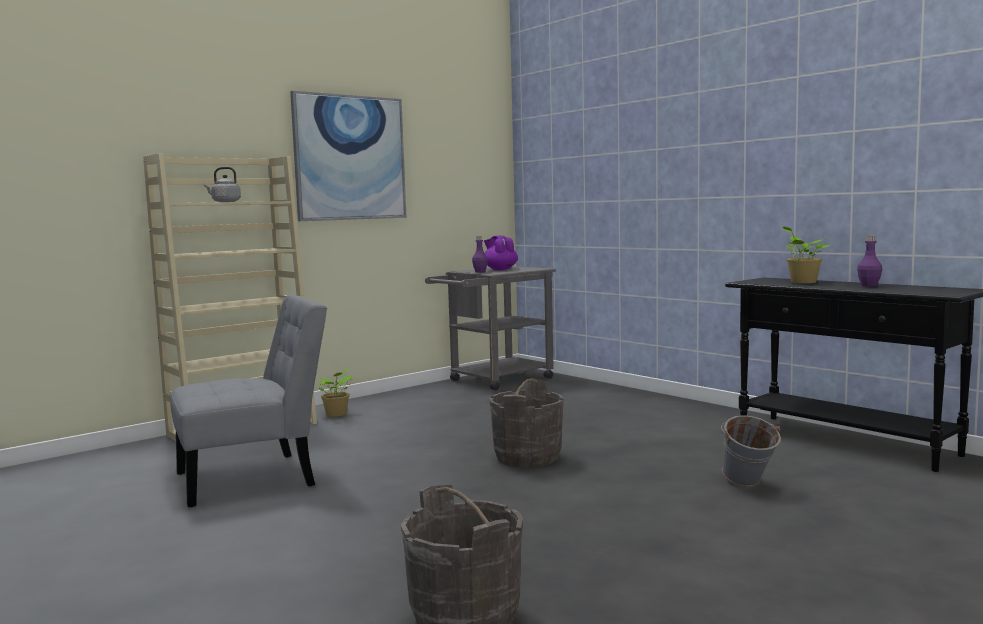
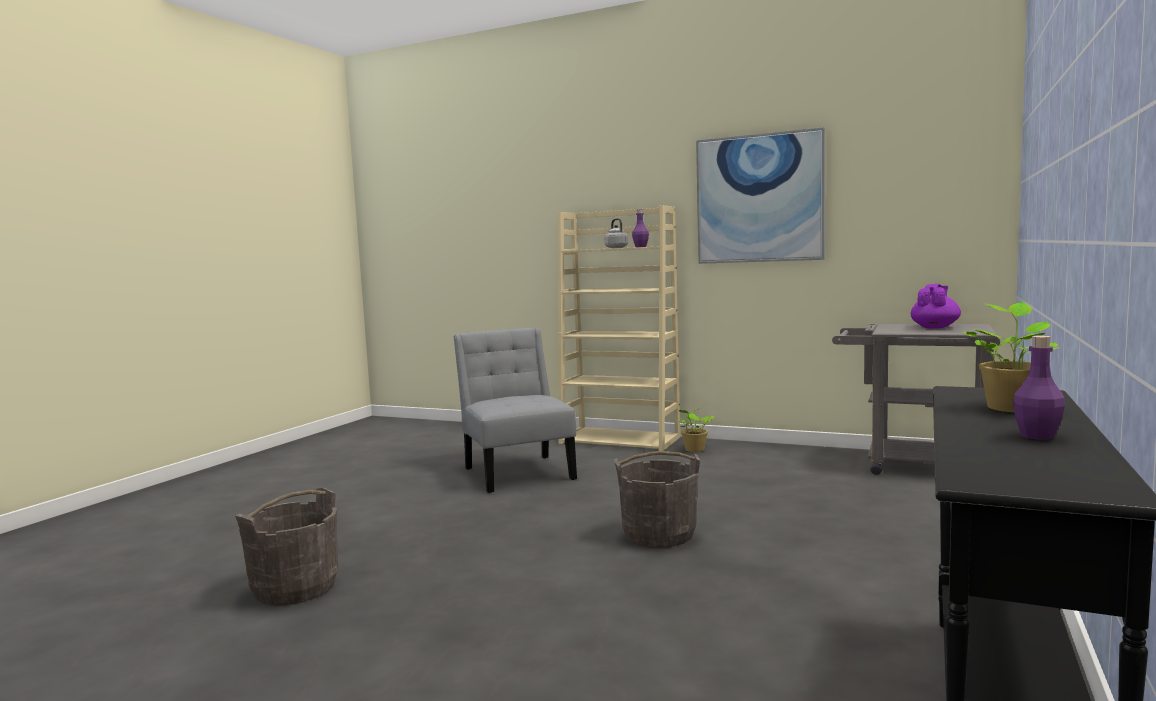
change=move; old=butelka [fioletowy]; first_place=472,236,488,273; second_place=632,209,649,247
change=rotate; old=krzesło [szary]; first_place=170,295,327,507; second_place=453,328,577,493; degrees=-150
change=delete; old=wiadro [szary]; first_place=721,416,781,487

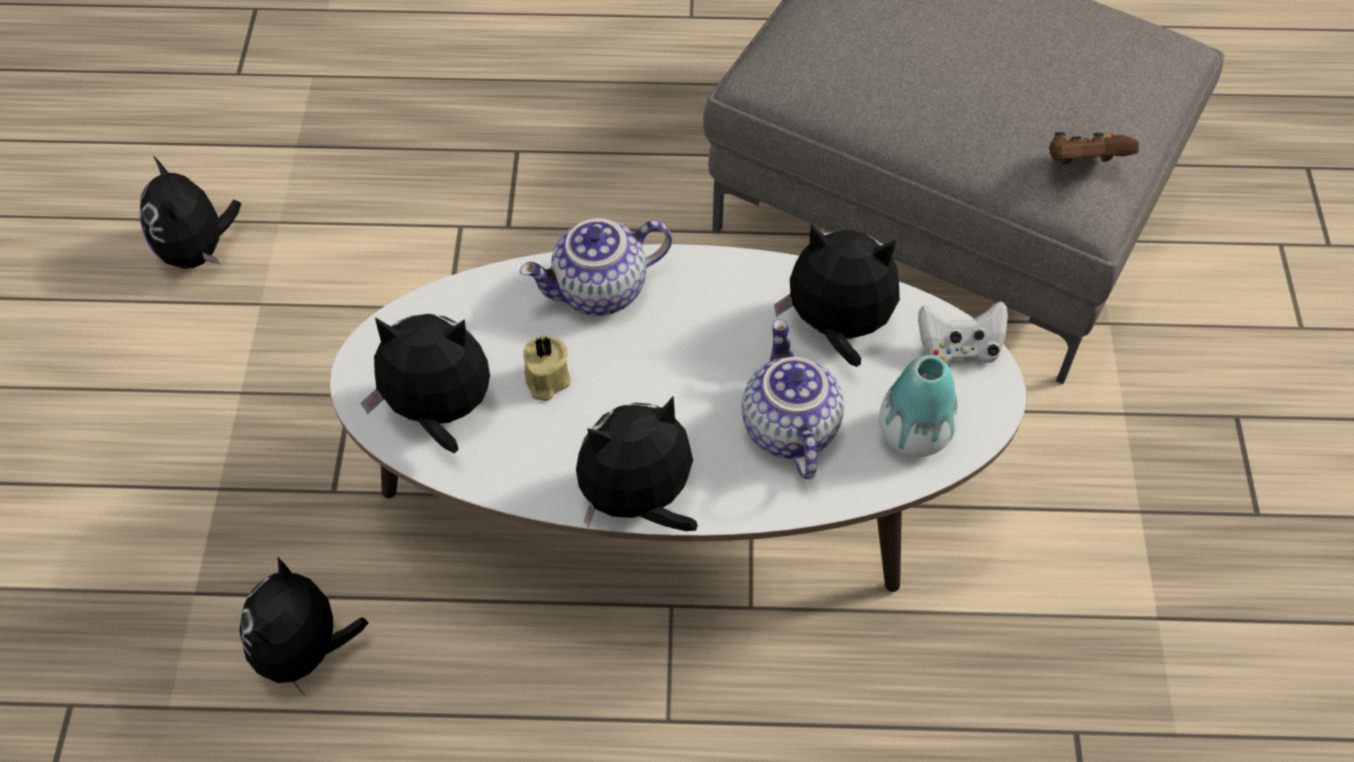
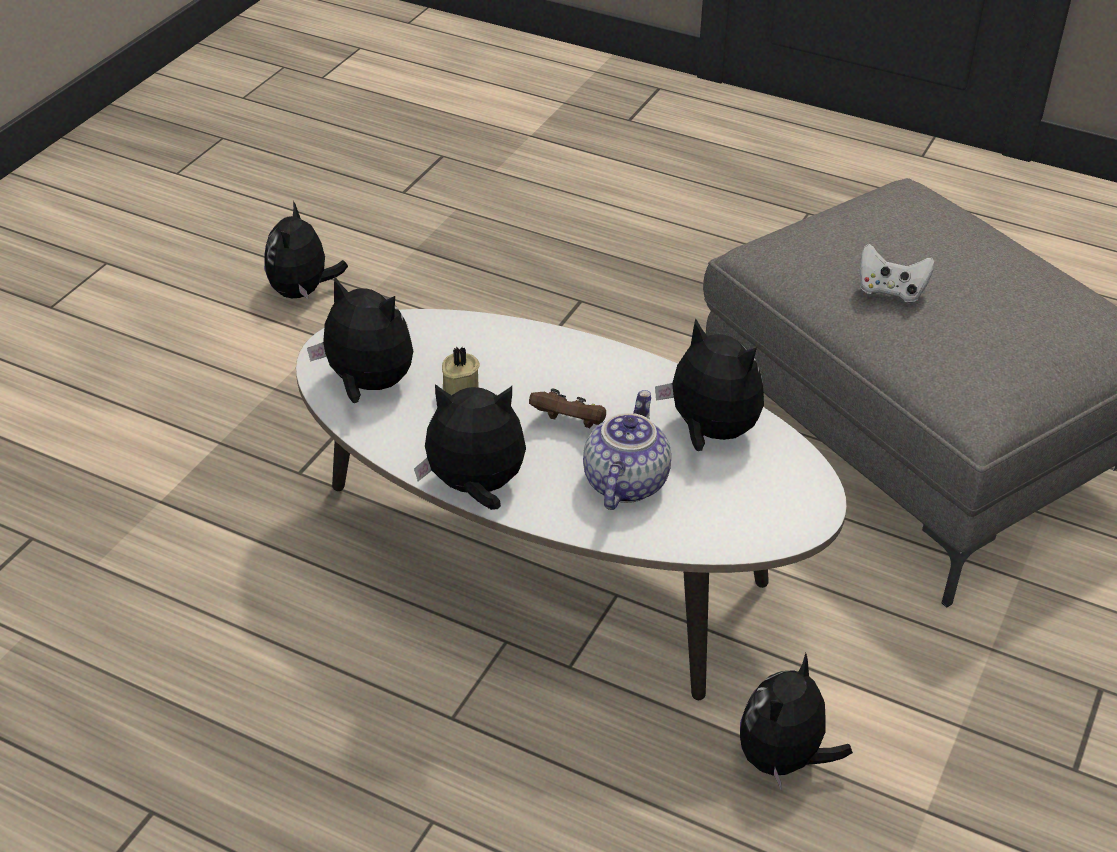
change=move; old=pad do gier [brązowy]; first_place=1049,132,1139,165; second_place=529,388,606,428
change=delete; old=imbryk; first_place=520,218,672,315
change=move; old=pad do gier [biały]; first_place=918,301,1008,363; second_place=860,244,934,303
change=delete; old=wazon; first_place=879,355,958,457
change=move; old=pluszak; first_place=239,557,368,696; second_place=740,653,853,791

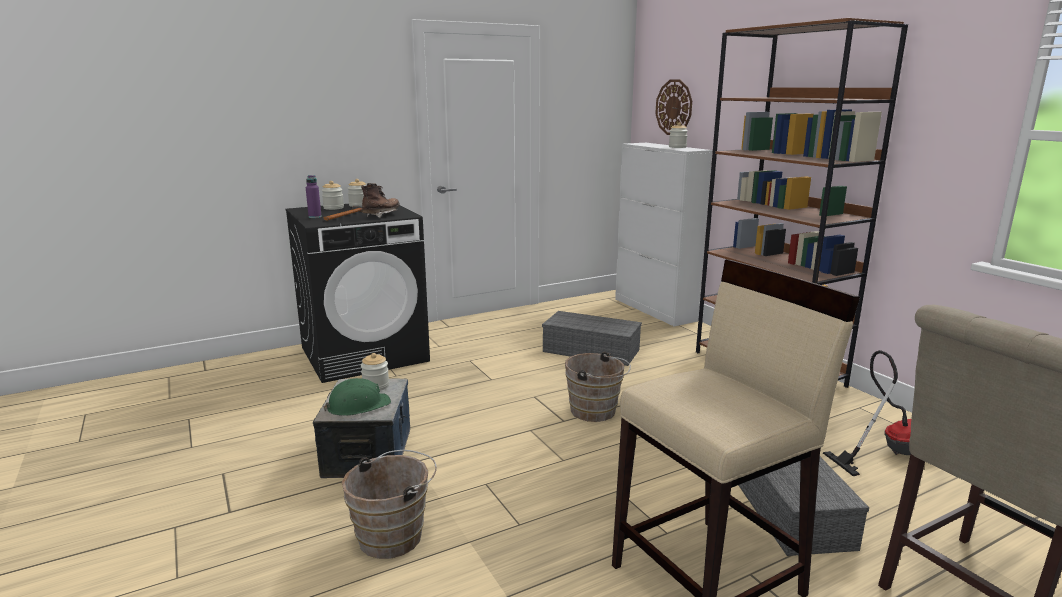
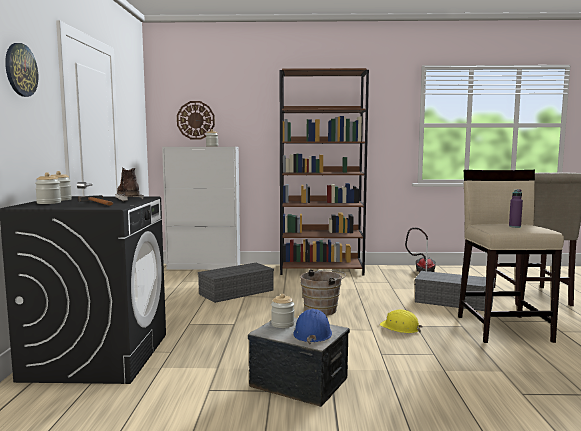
change=move; old=butelka [fioletowy]; first_place=306,175,322,218; second_place=509,189,523,228
change=recolor; old=kask [zielony]; new=kask [niebieski]; first_place=323,378,391,416; second_place=293,309,332,344
change=delete; old=wiadro [brązowy]; first_place=342,450,437,559
change=insert; new=zegar ścienny; second_place=5,43,38,97
change=insert; new=kask [żółty]; second_place=379,309,423,333

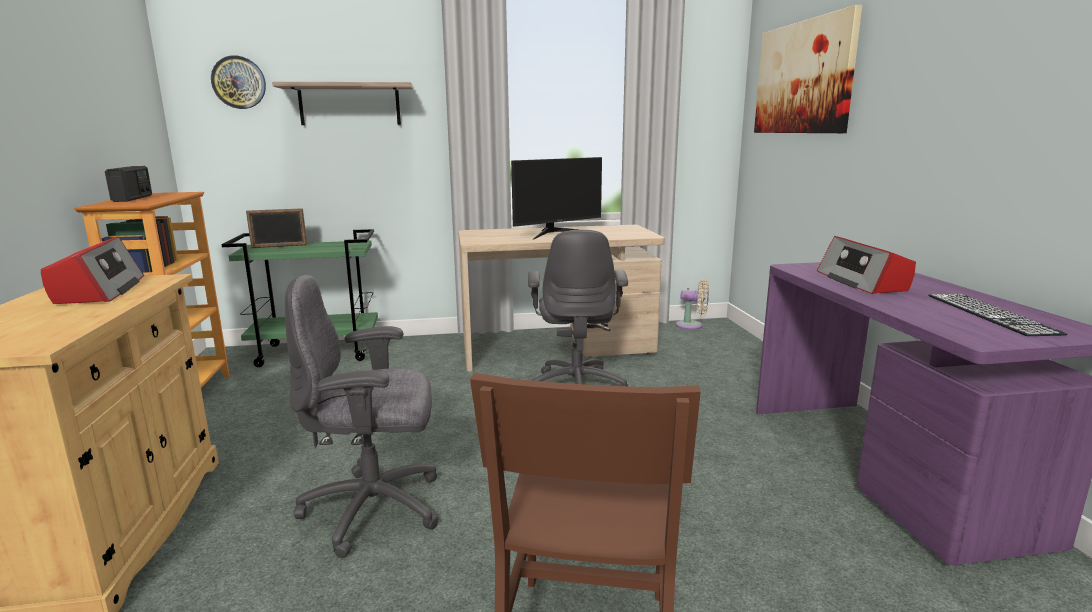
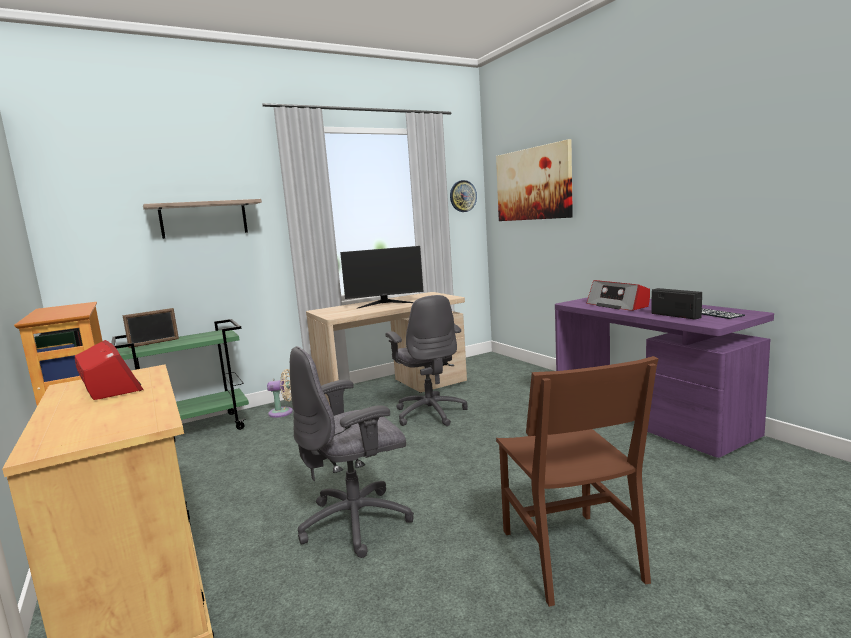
change=move; old=zegar ścienny; first_place=211,55,266,109; second_place=450,180,477,212
change=rotate; old=monitor; first_place=511,157,602,240; second_place=340,246,424,309; degrees=45
change=move; old=radio; first_place=105,166,152,202; second_place=651,288,702,320
change=move; old=wentylator [beżowy]; first_place=676,279,709,330; second_place=267,369,293,418

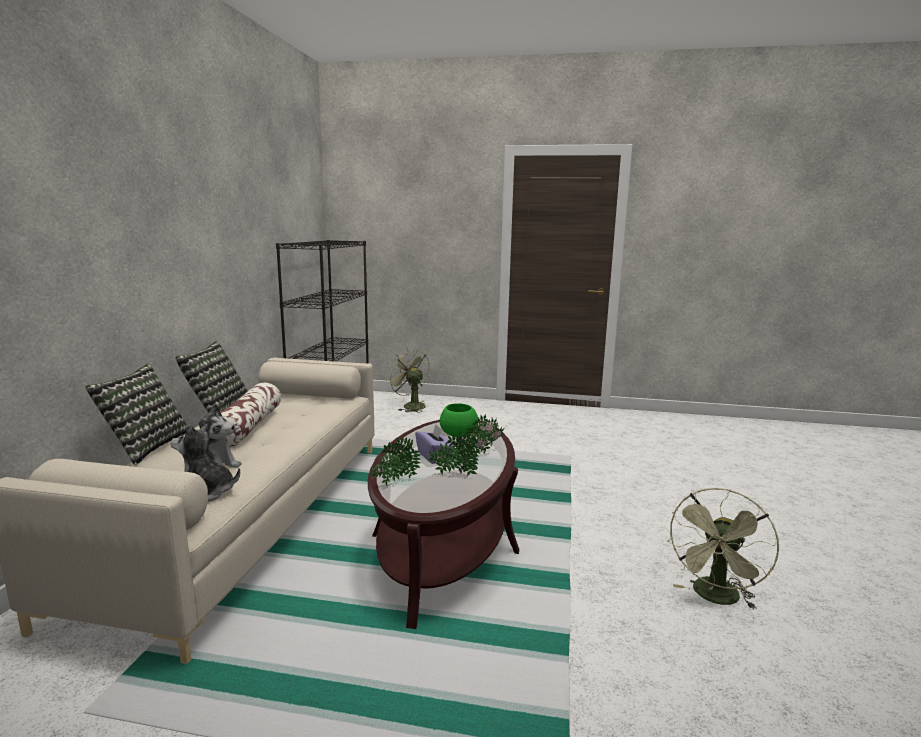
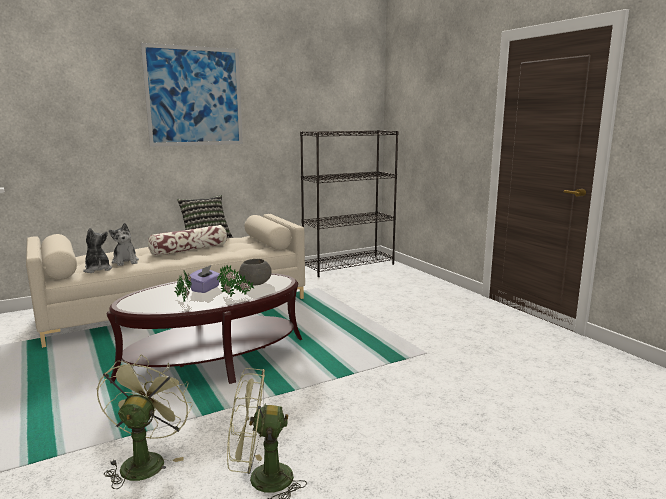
change=move; old=wentylator [zielony]; first_place=386,348,429,413; second_place=97,355,193,489
change=delete; old=poduszka; first_place=85,363,188,465
change=recolor; old=miska [zielony]; new=miska [szary]; first_place=440,403,478,437; second_place=239,259,272,286
change=delete; old=roślina doniczkowa; first_place=371,436,420,486
change=insert; new=obraz; second_place=141,43,243,147

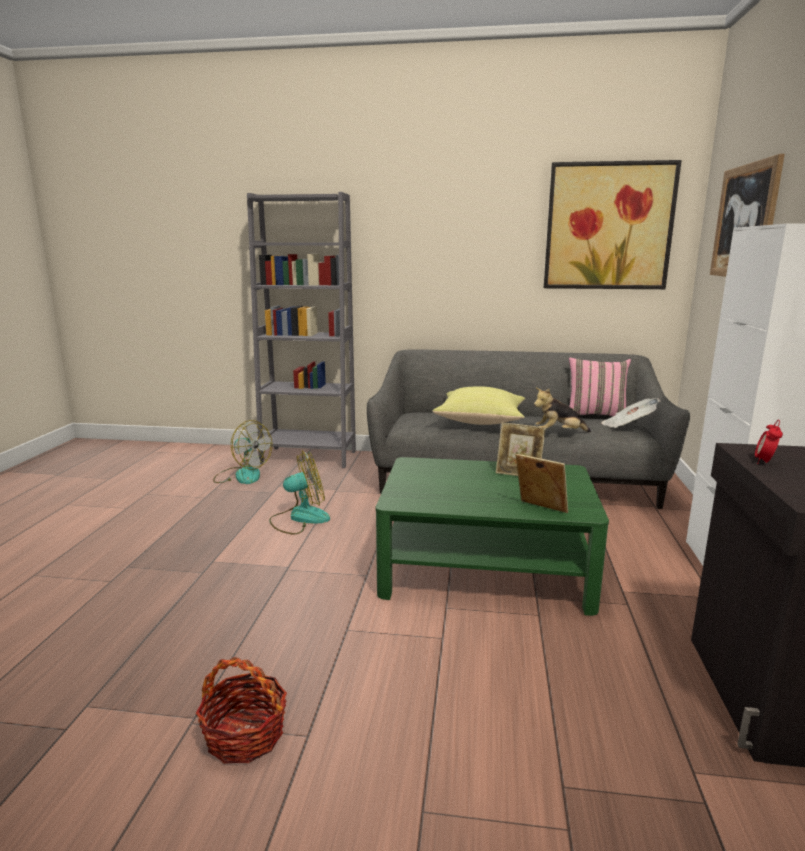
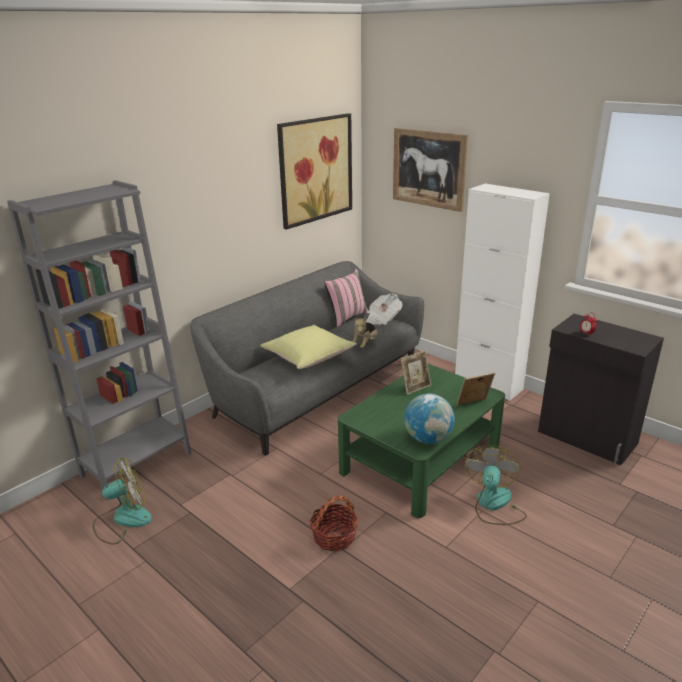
change=move; old=wentylator; first_place=269,451,330,534; second_place=465,445,527,525
change=move; old=koszyk; first_place=196,657,287,764; second_place=309,495,358,552
change=insert; new=globus; second_place=404,394,454,444

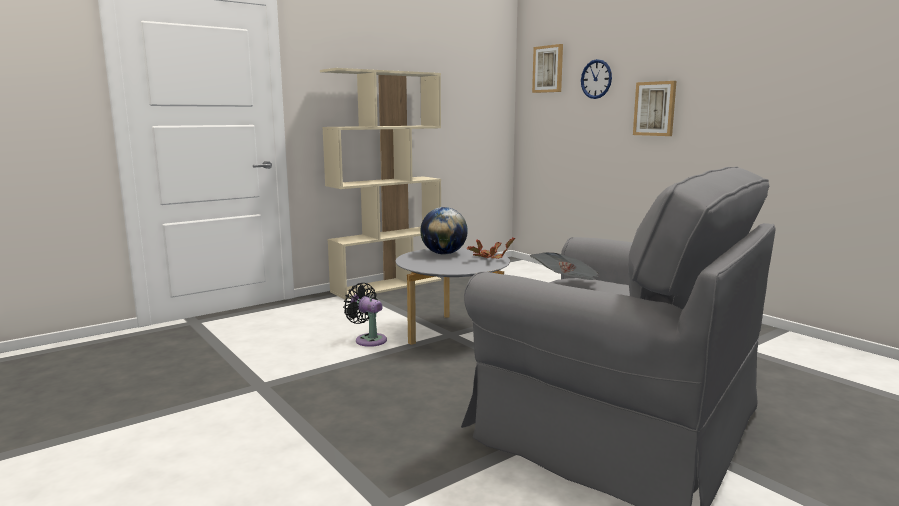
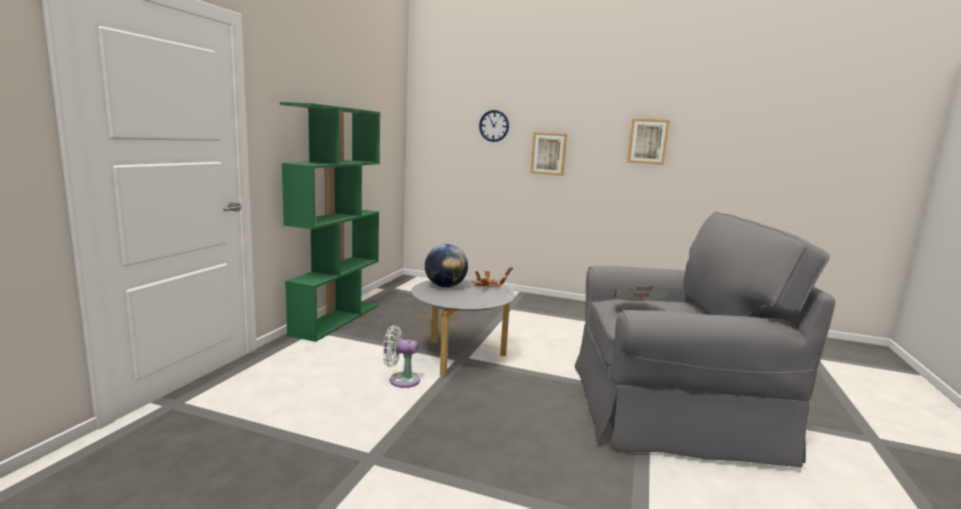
change=move; old=obraz; first_place=532,44,563,93; second_place=627,119,670,165
change=recolor; old=regał [beżowy]; new=regał [zielony]; first_place=320,68,442,300; second_place=280,102,380,342
change=recolor; old=wentylator [czarny]; new=wentylator [biały]; first_place=343,283,387,347; second_place=382,325,420,388

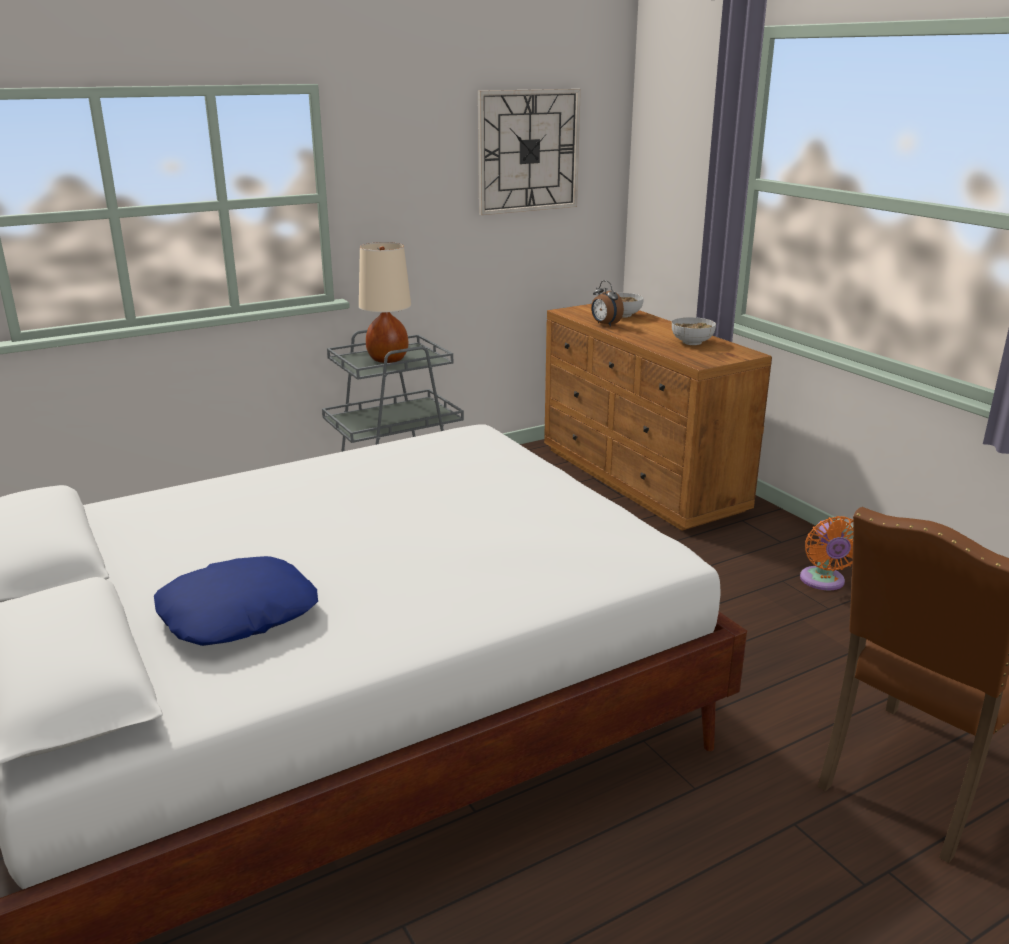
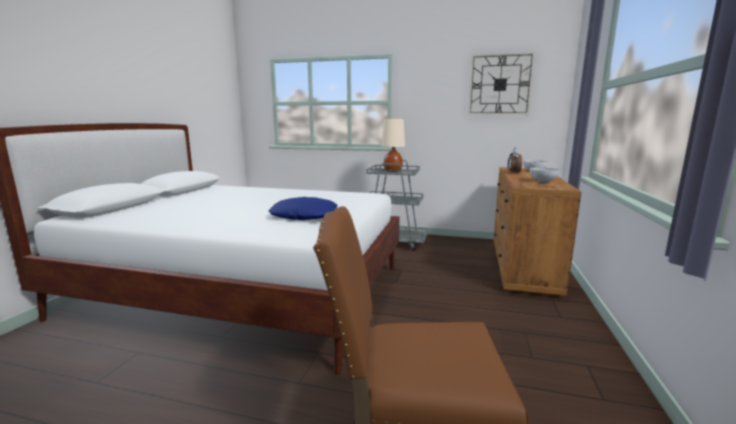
change=delete; old=wentylator [pomarańczowy]; first_place=800,516,853,590
change=move; old=poduszka [niebieski]; first_place=154,556,318,646; second_place=269,197,337,220

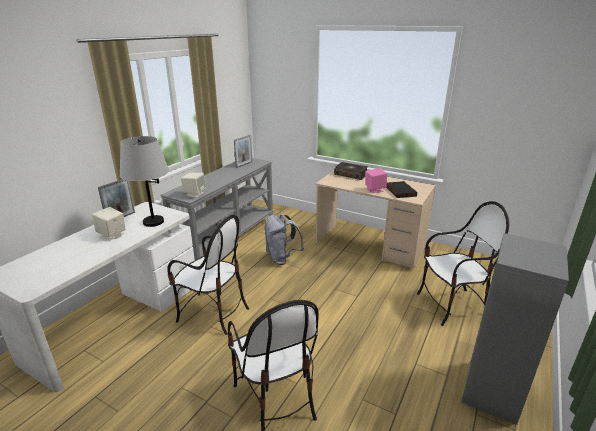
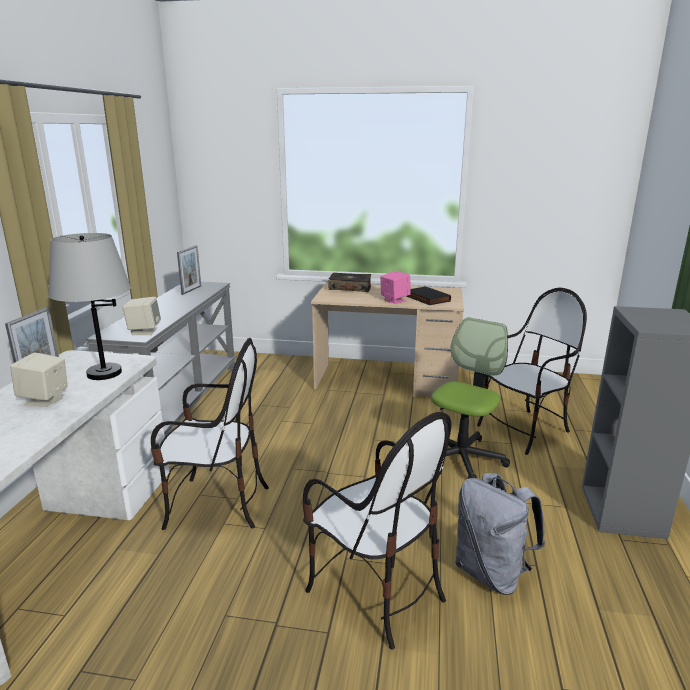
change=move; old=plecak [szary]; first_place=265,214,304,265; second_place=455,473,545,595
change=insert; new=krzesło biurowe; second_place=431,317,510,479

